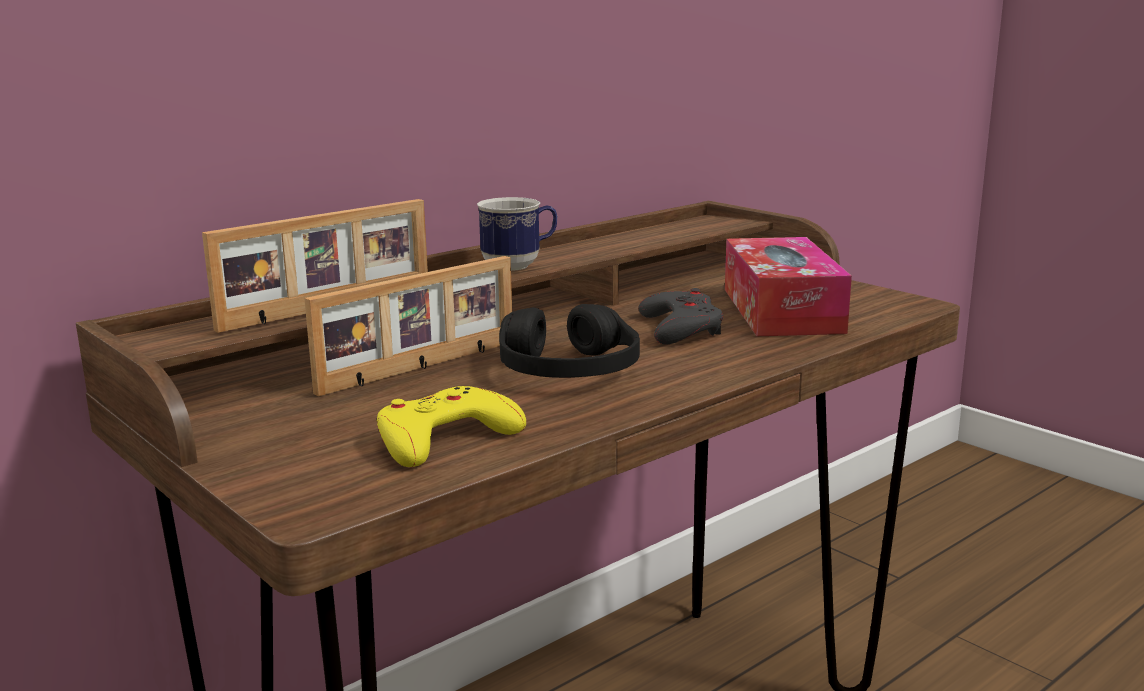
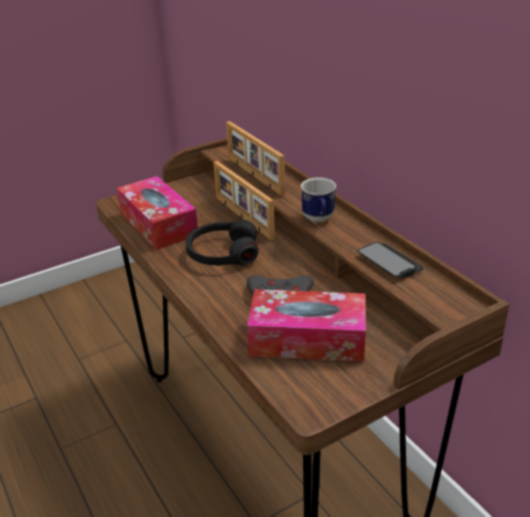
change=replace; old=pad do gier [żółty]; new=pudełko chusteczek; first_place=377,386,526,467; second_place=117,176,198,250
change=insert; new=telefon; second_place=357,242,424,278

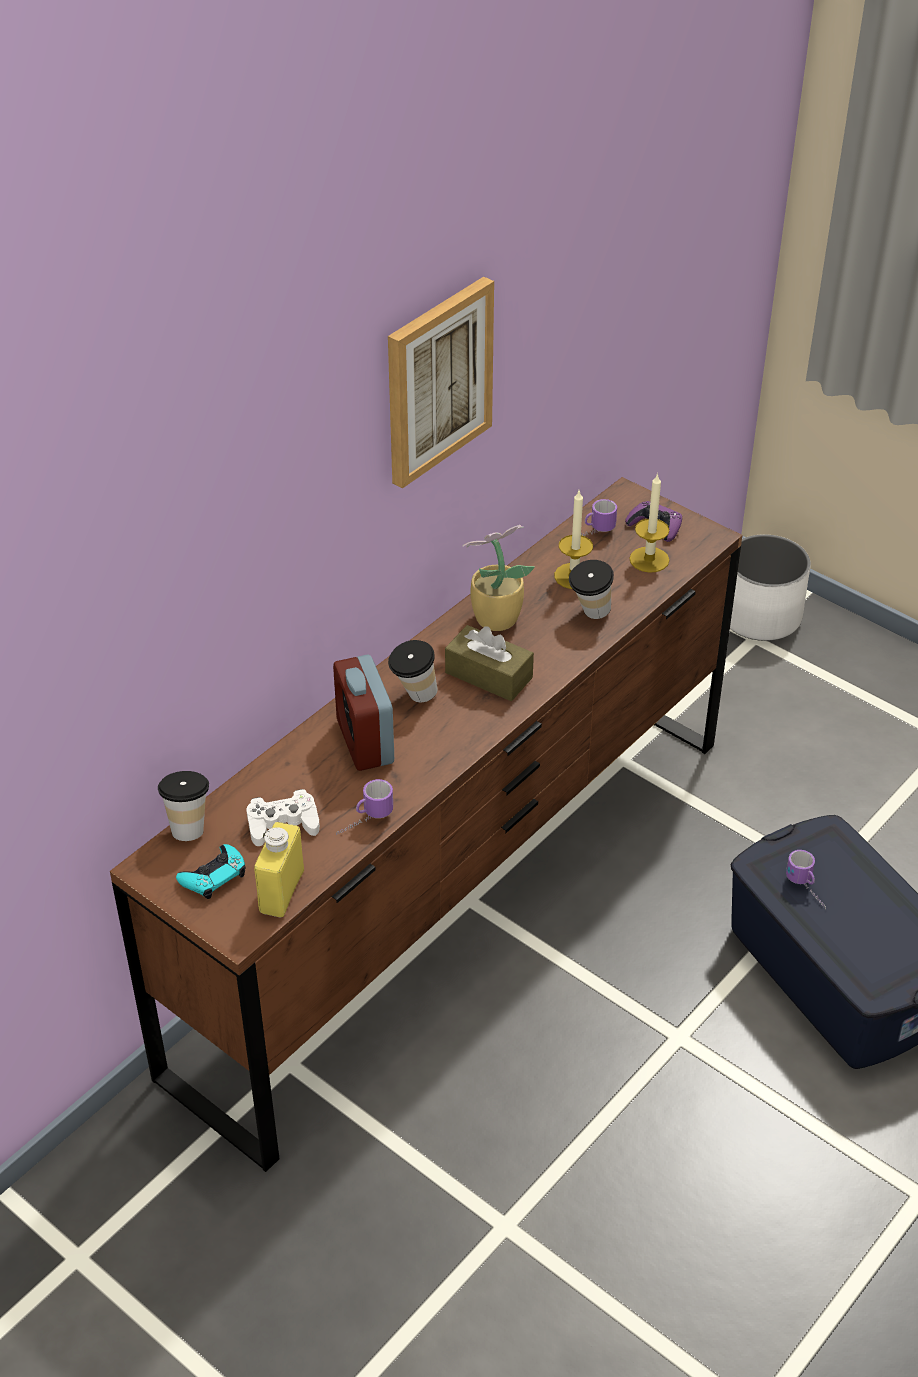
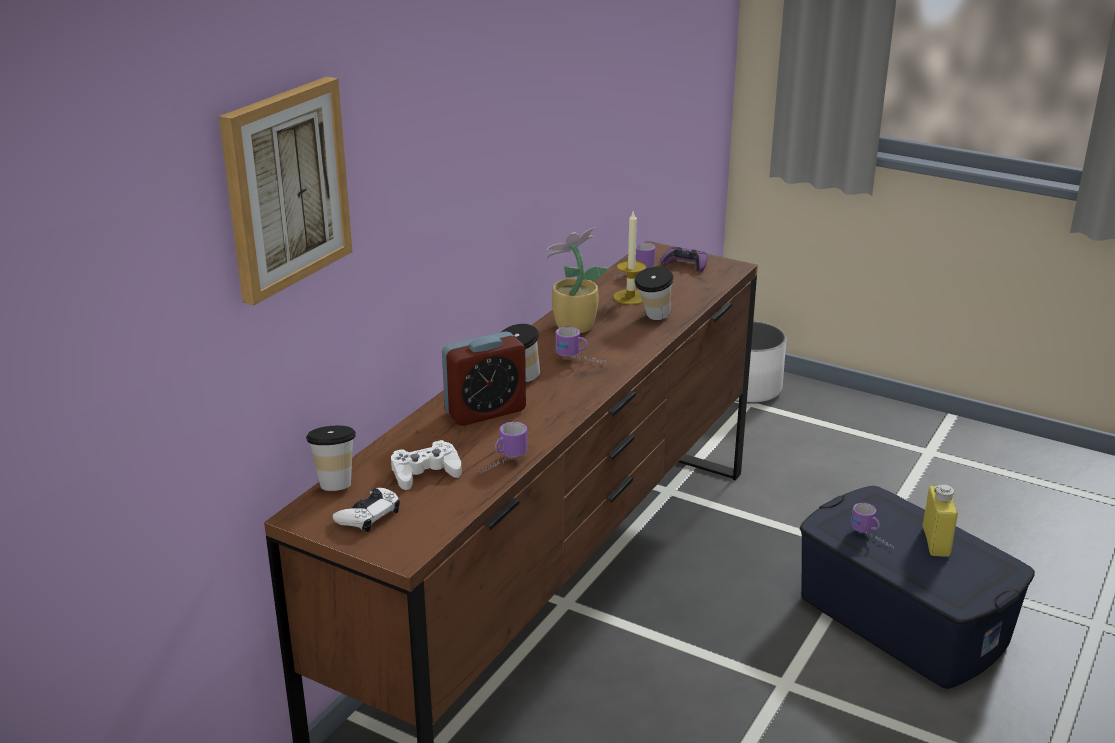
change=move; old=obraz; first_place=388,277,494,489; second_place=219,77,353,305
change=delete; old=świeca; first_place=629,473,669,573
change=replace; old=pudełko chusteczek [brązowy]; new=kubek; first_place=445,625,534,701; second_place=556,327,606,363
change=rotate; old=budzik; first_place=333,654,394,771; second_place=442,332,526,426; degrees=-90
change=move; old=butelka [żółty]; first_place=254,822,304,917; second_place=923,484,958,557
change=recolor; old=pad do gier [turkusowy]; new=pad do gier [biały]; first_place=176,844,246,899; second_place=333,488,400,532

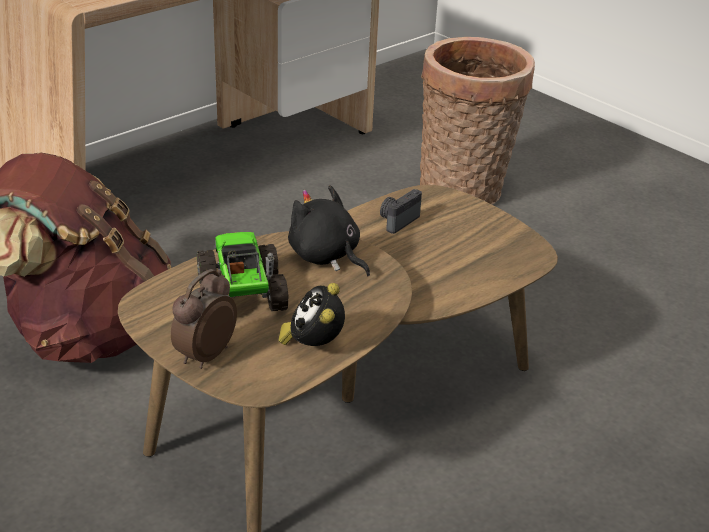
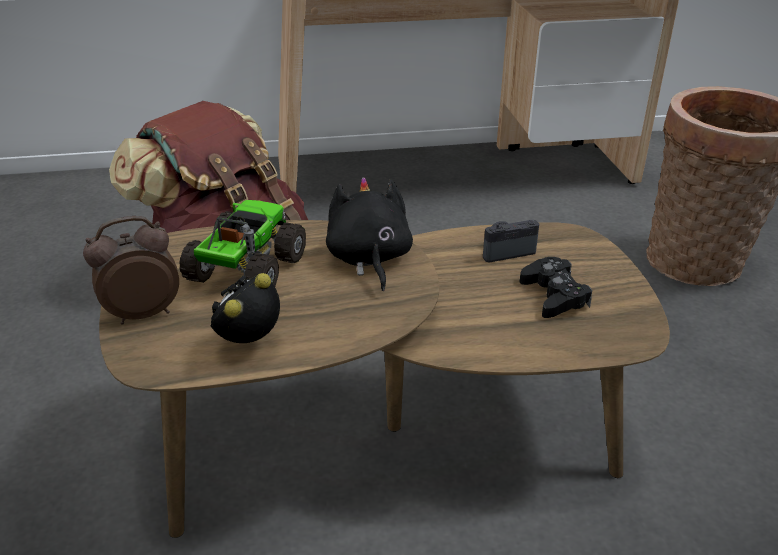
change=insert; new=pad do gier [czarny]; second_place=520,257,592,318

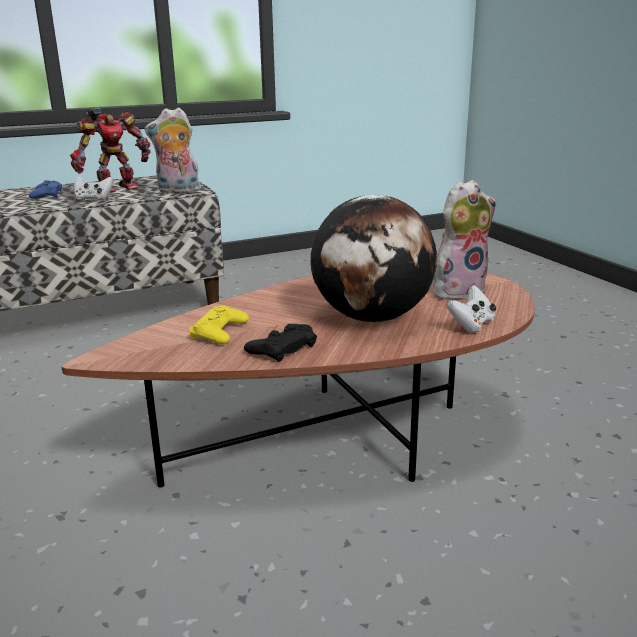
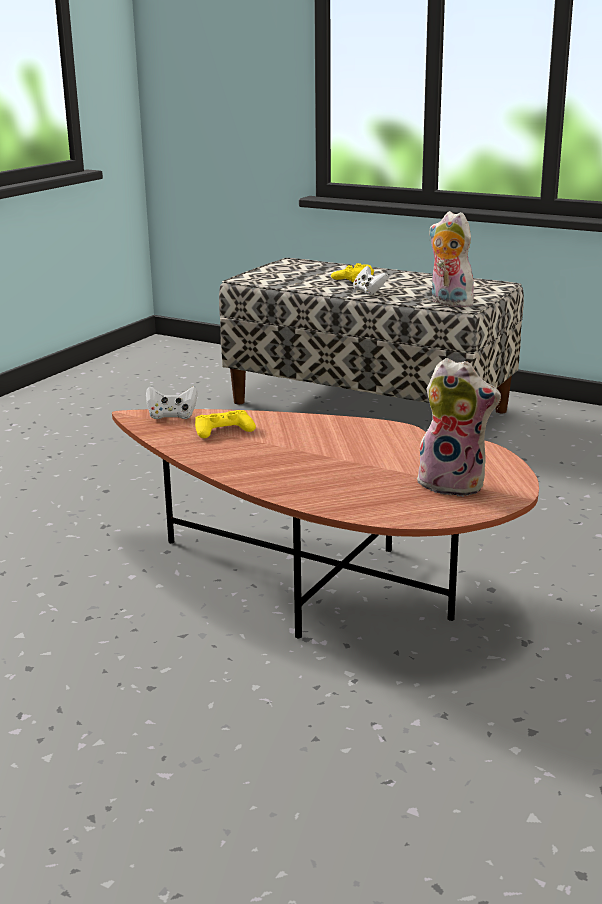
change=delete; old=robot zabawkowy; first_place=70,107,151,193
change=recolor; old=pad do gier [niebieski]; new=pad do gier [żółty]; first_place=29,180,62,199; second_place=331,263,374,282
change=delete; old=globus; first_place=310,195,437,322
change=move; old=pad do gier [biały]; first_place=446,285,496,333; second_place=146,386,198,419
change=delete; old=pad do gier [czarny]; first_place=244,324,317,362

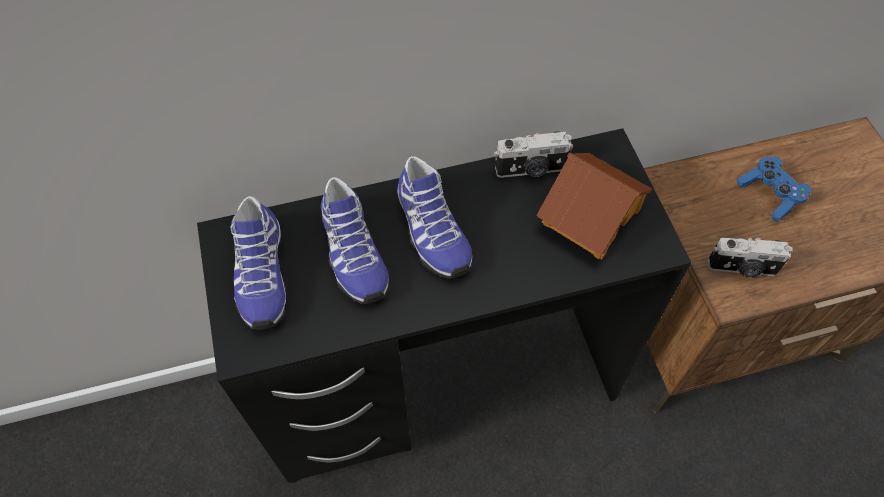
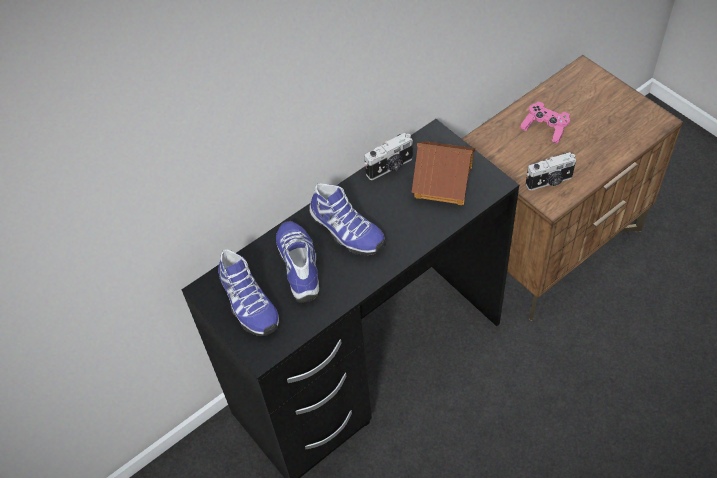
change=recolor; old=pad do gier [niebieski]; new=pad do gier [różowy]; first_place=737,156,812,222; second_place=520,102,570,144
change=rotate; old=but; first_place=321,177,389,304; second_place=276,221,320,303; degrees=-150

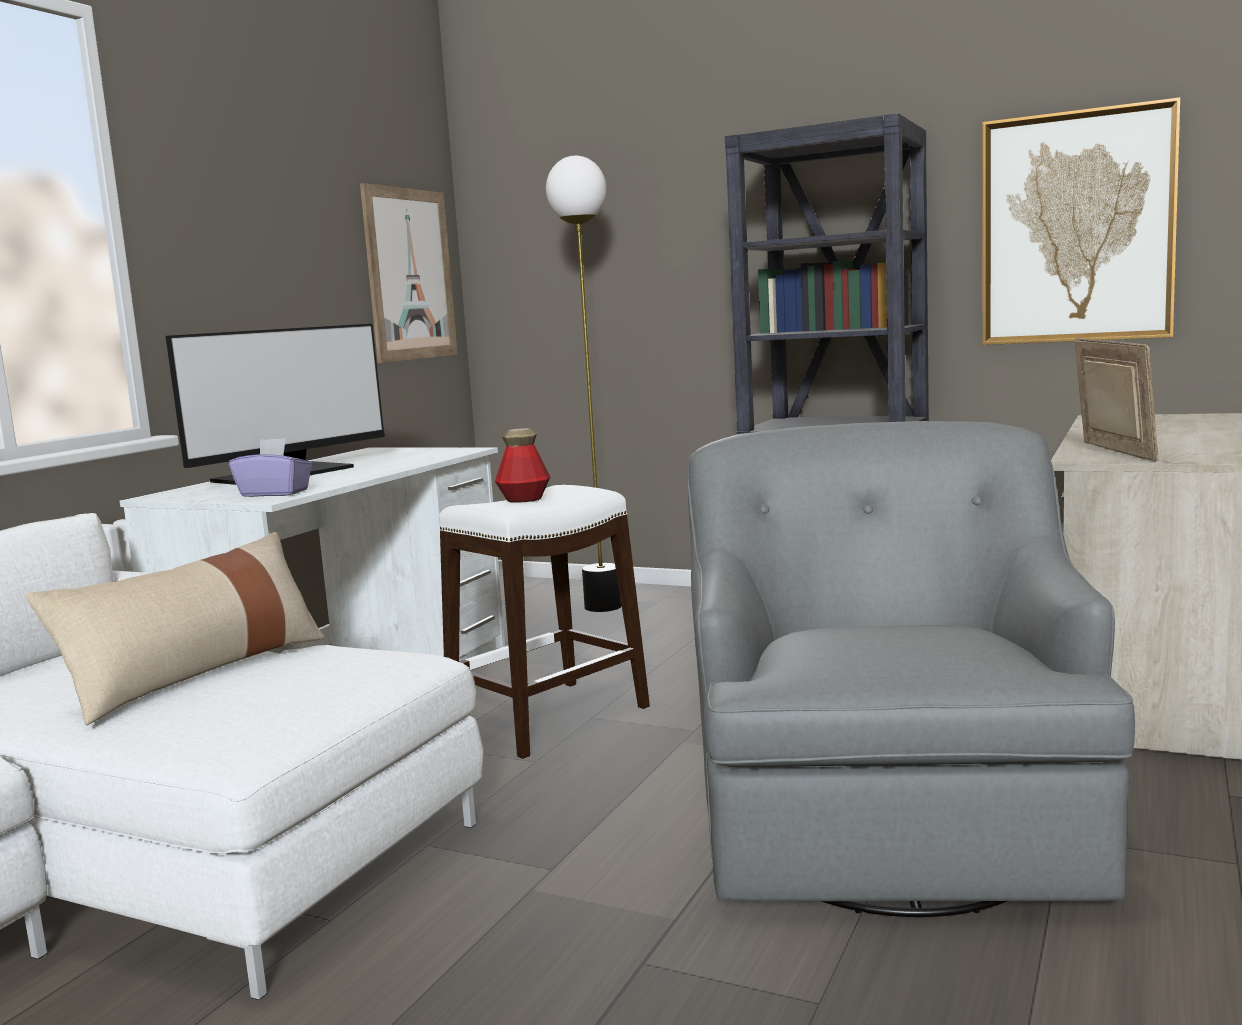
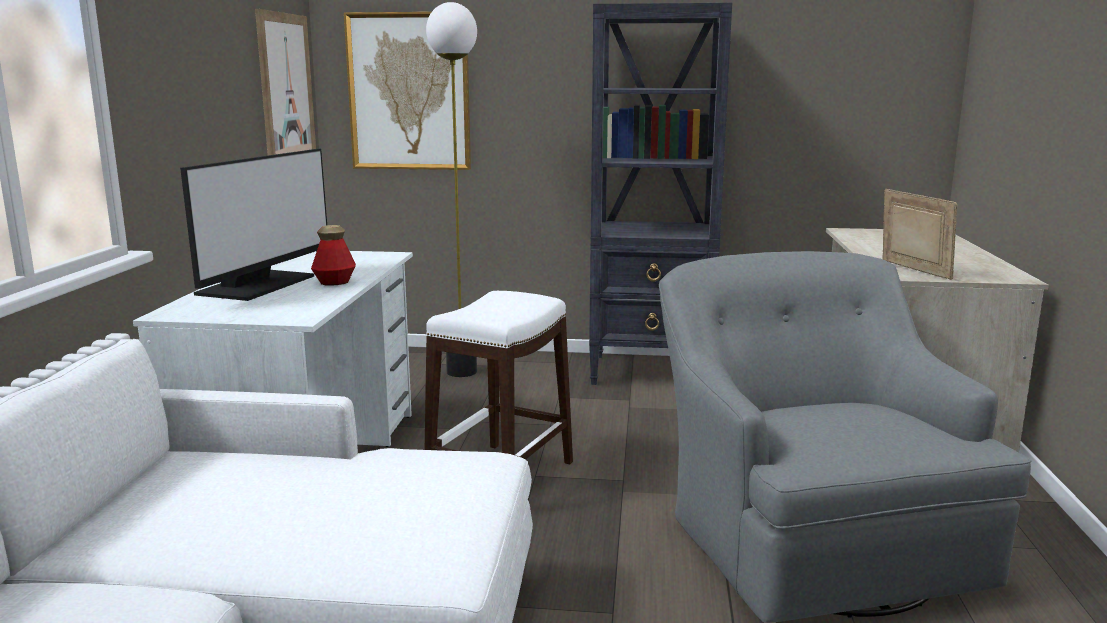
change=move; old=obraz; first_place=982,97,1181,345; second_place=344,12,471,170
change=move; old=butelka; first_place=495,428,550,503; second_place=311,225,356,286
change=delete; old=pudełko chusteczek [fioletowy]; first_place=229,438,313,497
change=delete; old=poduszka [beżowy]; first_place=25,532,325,725

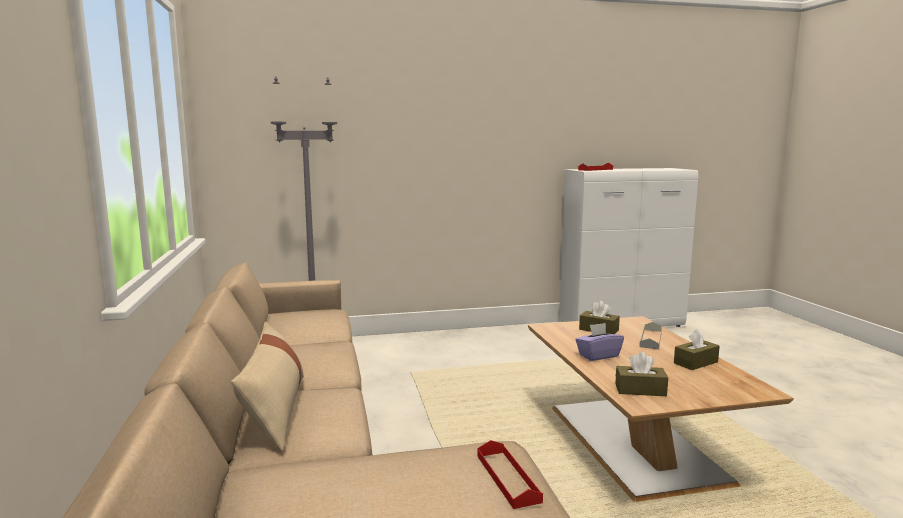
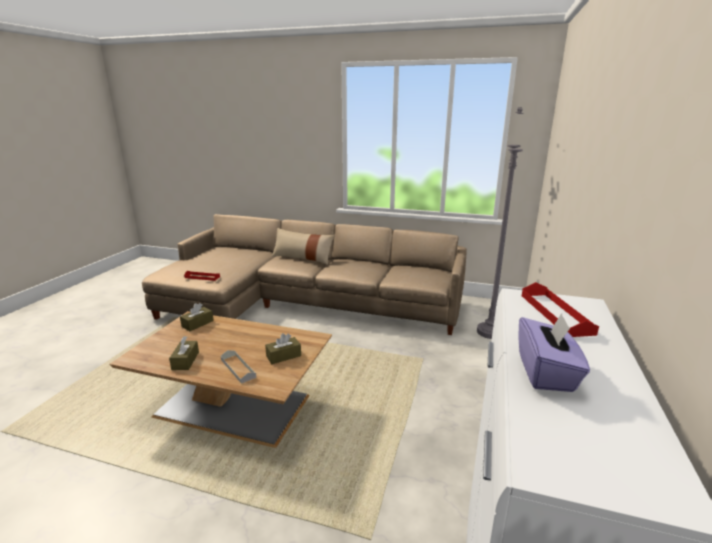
change=move; old=pudełko chusteczek [fioletowy]; first_place=575,323,624,361; second_place=518,313,590,392

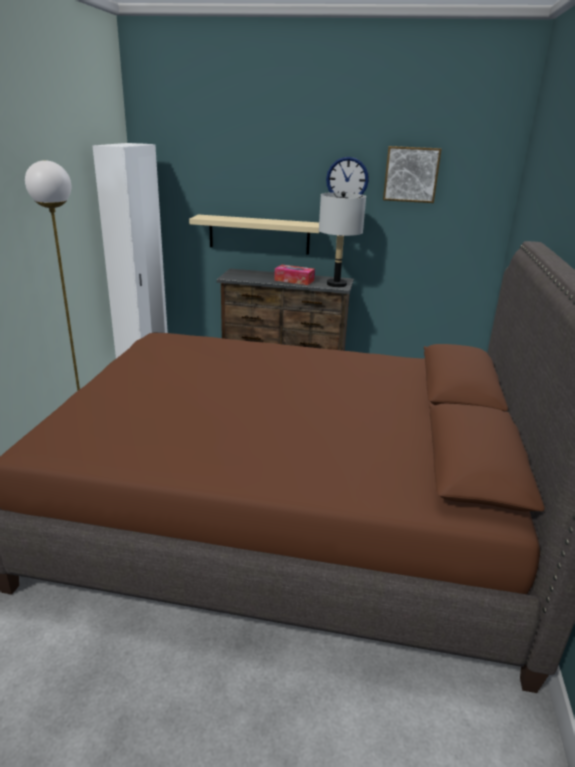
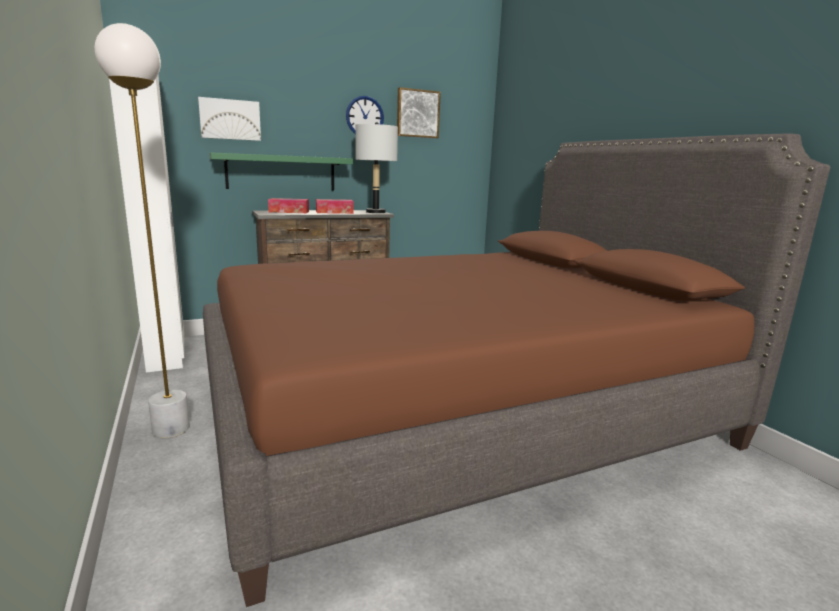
change=recolor; old=półka [beżowy]; new=półka [zielony]; first_place=189,214,320,255; second_place=209,152,353,190
change=insert; new=obraz; second_place=198,97,261,141
change=insert; new=pudełko chusteczek; second_place=268,198,309,213

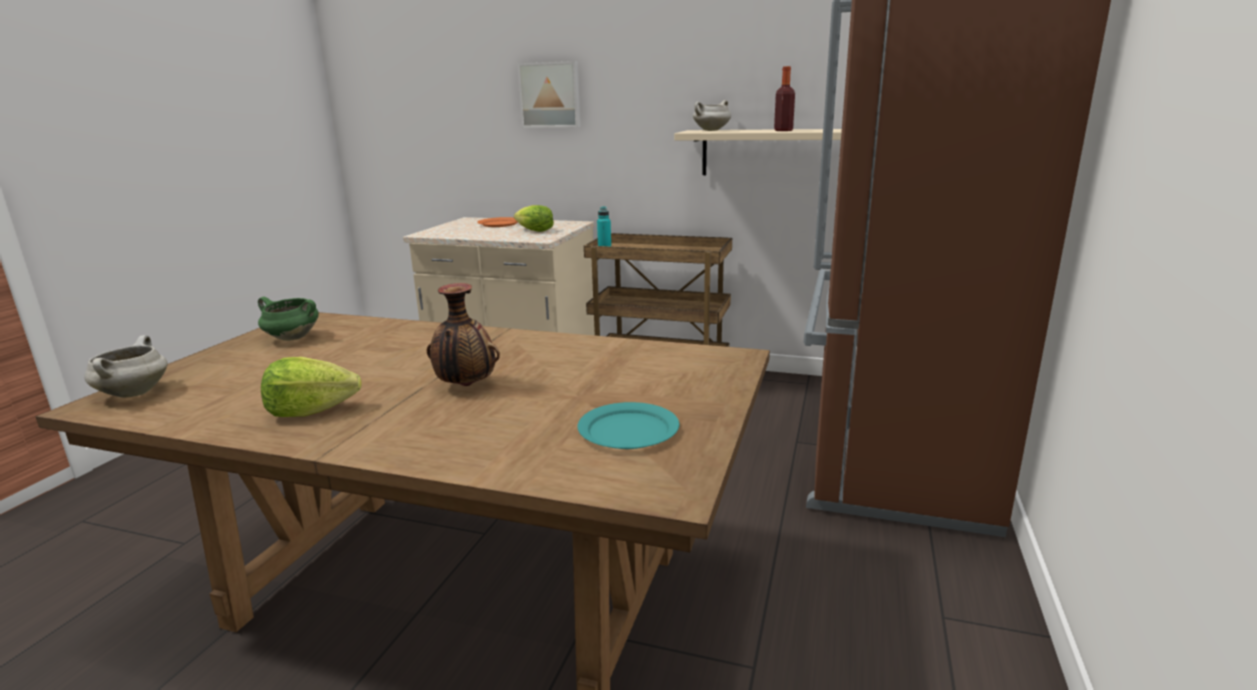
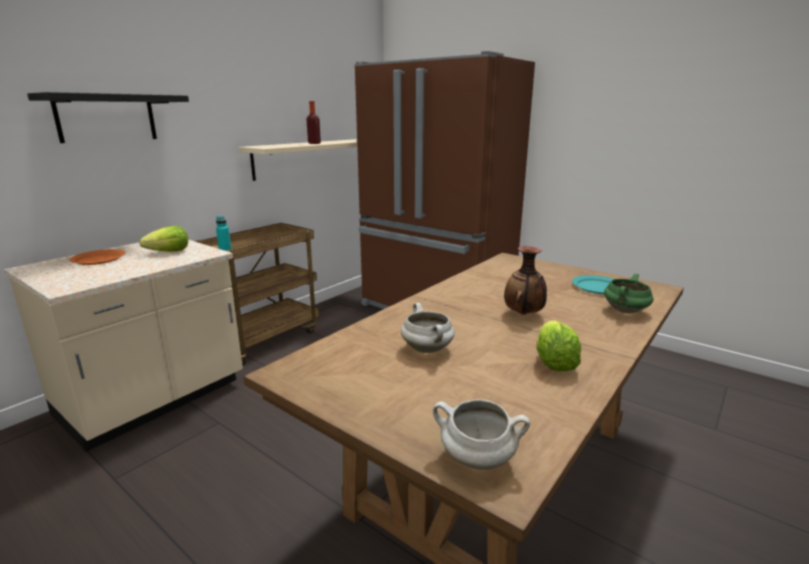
change=replace; old=obraz; new=półka [czarny]; first_place=517,61,581,128; second_place=27,92,189,143
change=move; old=garnek [biały]; first_place=693,100,731,131; second_place=401,303,455,353
change=move; old=garnek [zielony]; first_place=258,297,319,341; second_place=604,273,653,314

